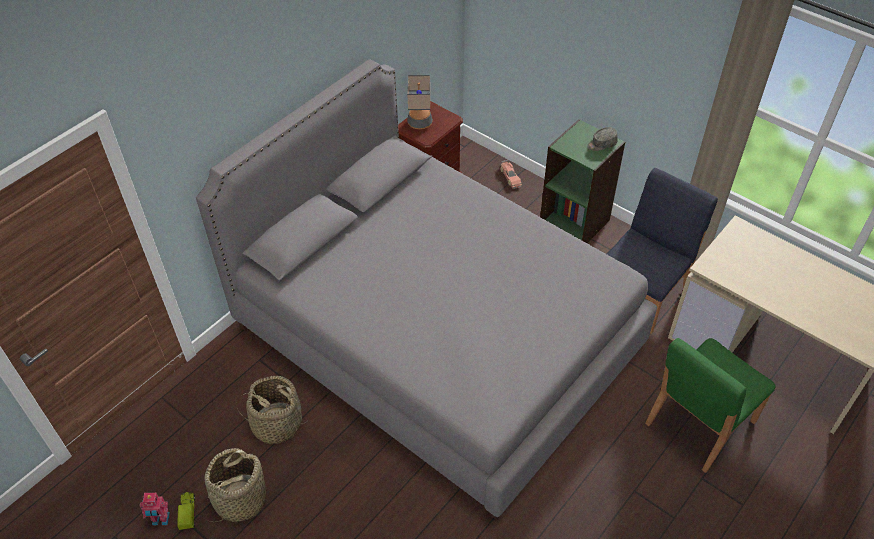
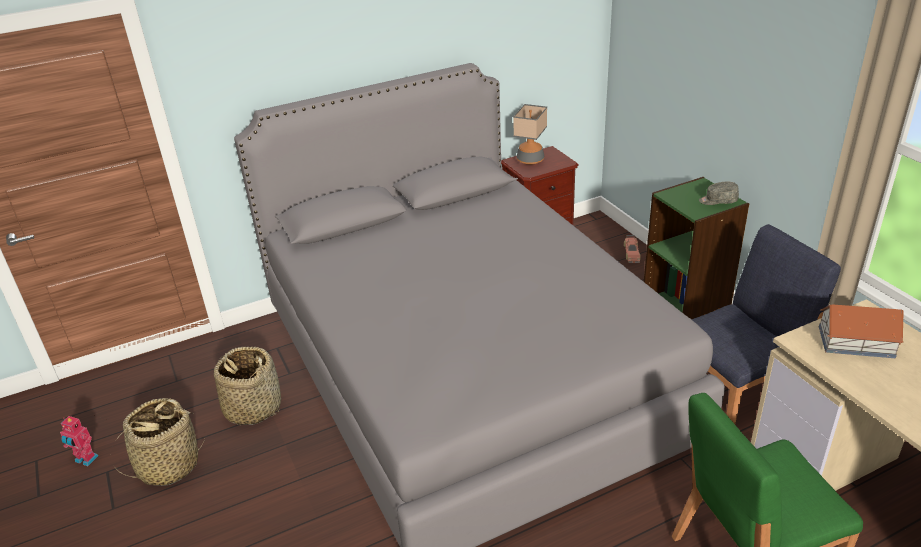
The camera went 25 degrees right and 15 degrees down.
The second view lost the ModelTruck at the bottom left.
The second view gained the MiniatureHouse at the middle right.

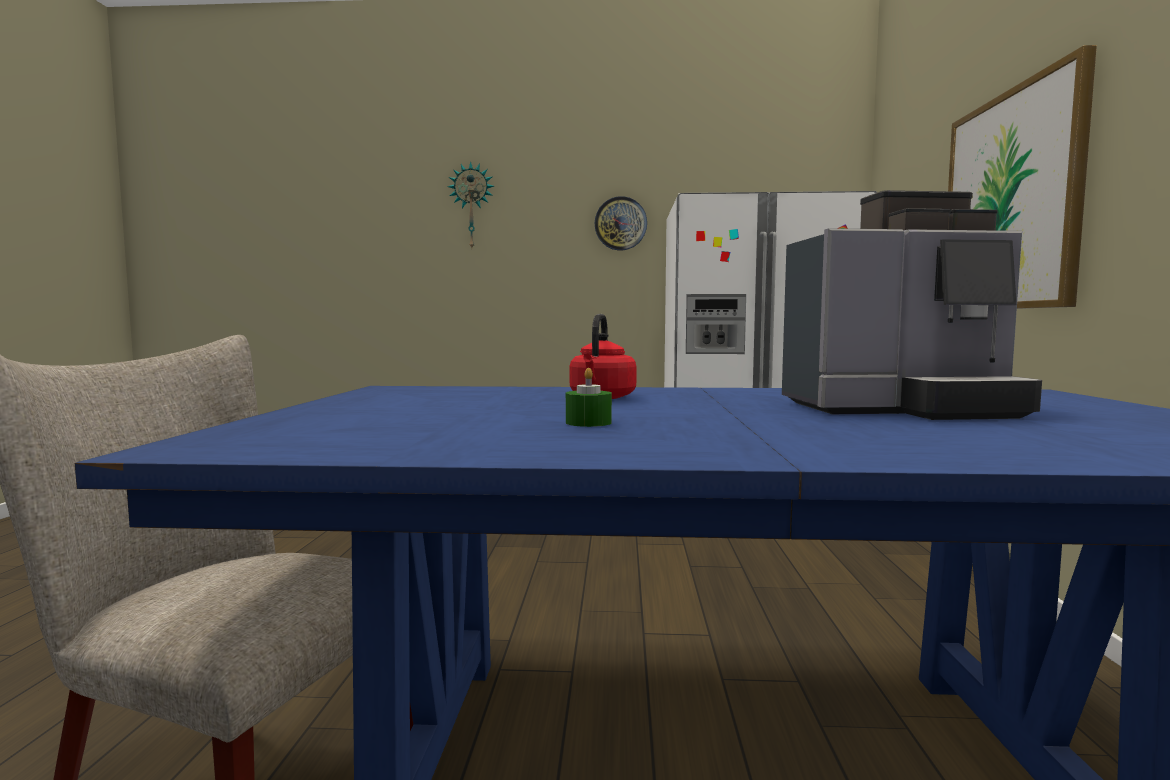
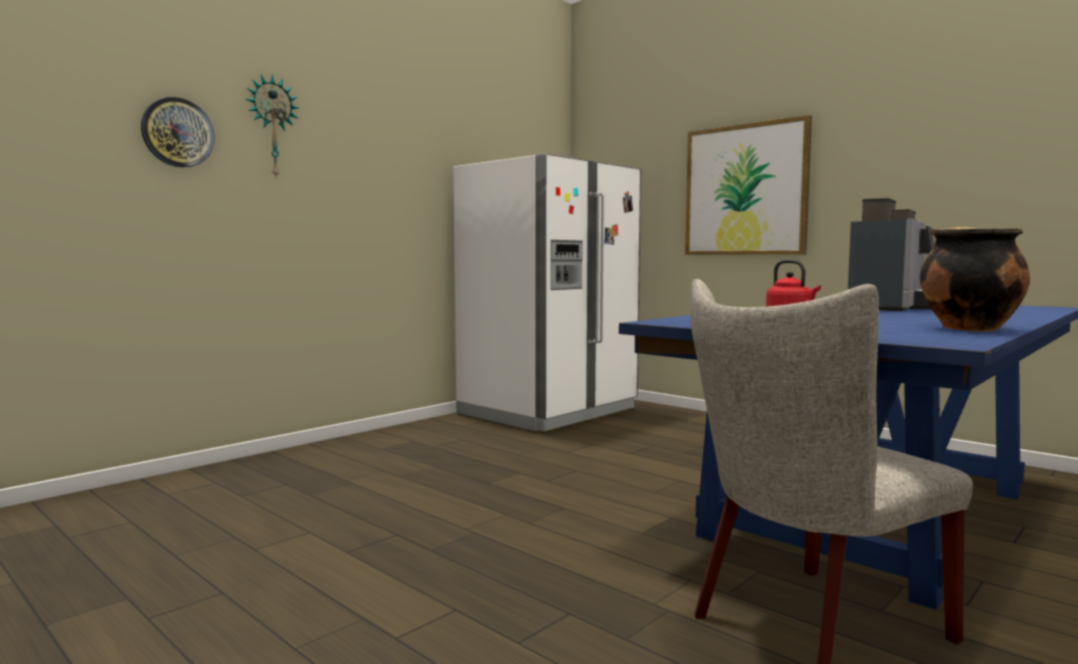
The camera went 50 degrees left and 0 degrees up.
The second view lost the GreenColouredWaxLight at the centre.
The second view gained the Stockpot at the middle right.
The ClockOnTheWall (no. 2 from left in the first image) ended up elsewhere, having gone from the top centre to the top left.

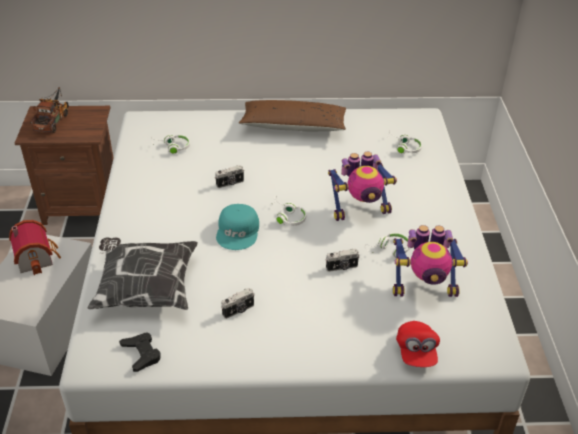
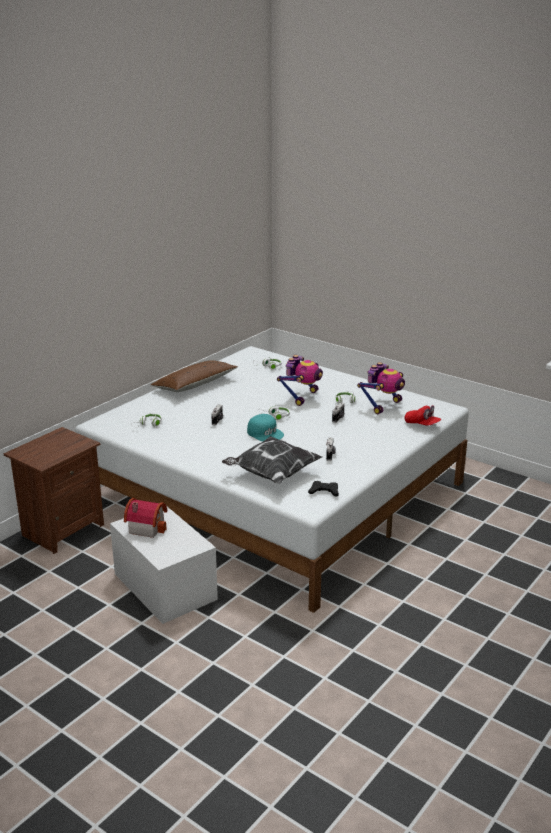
The camera went 50 degrees left and 15 degrees down.
The second view lost the ModelTruck at the top left.

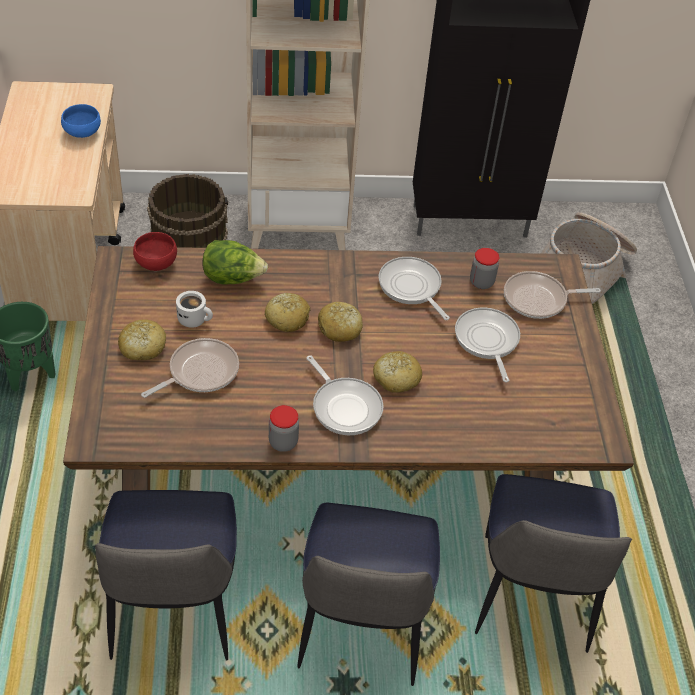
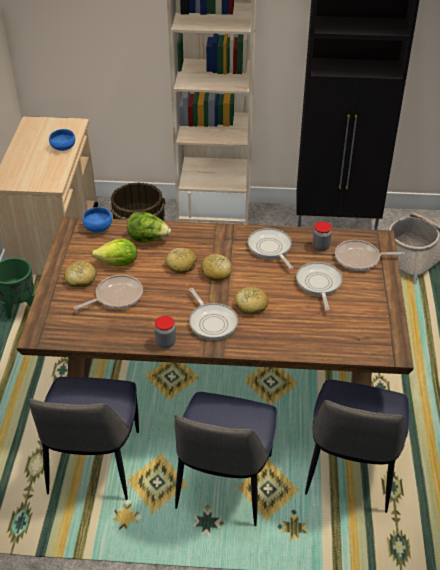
The camera went 10 degrees right and 5 degrees down.
Where the WhiteTeaMug stood at the middle left, the HeadOfLettuce (no. 1 from left) came to stand at the middle left.
What was the RedColouredServingBowl at the middle left turned into the BlueColouredServingBowl (no. 2 from left) at the middle left.

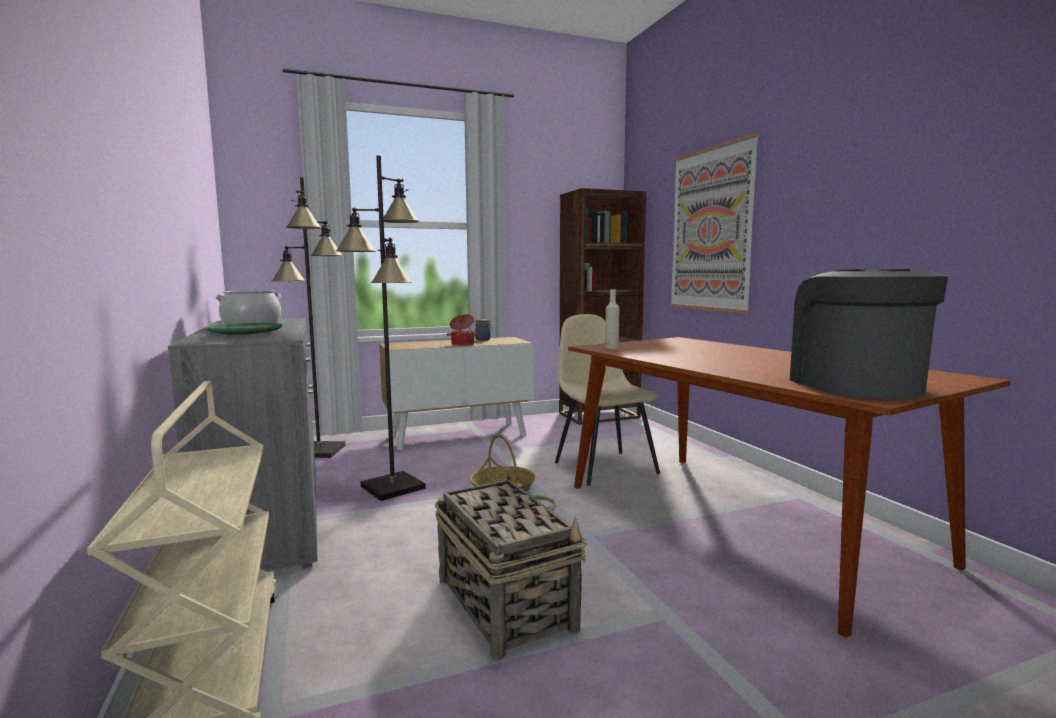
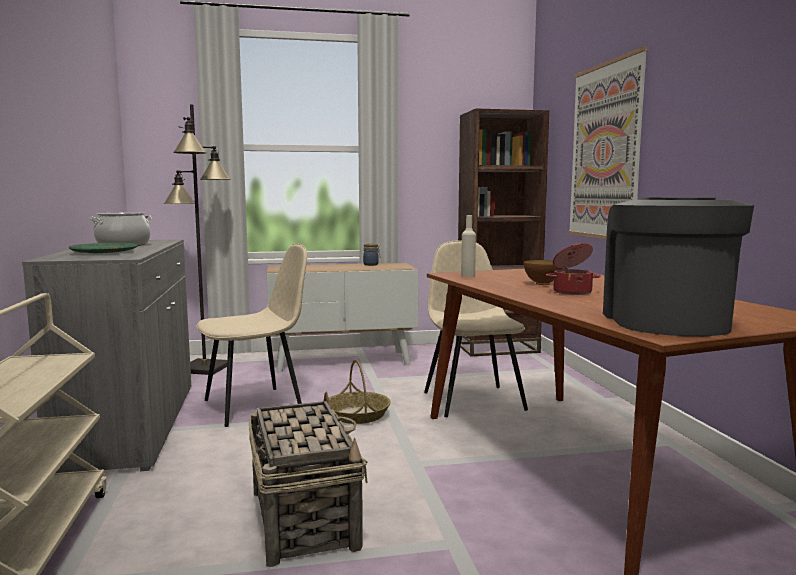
The camera went 10 degrees right and 0 degrees up.
The second view gained the ServingBowl at the middle right.
The Stockpot (no. 2 from left) ended up elsewhere, having gone from the centre to the middle right.
Where the BlackColouredFloorLamp (no. 2 from left) stood at the centre, the SandColouredChair (no. 1 from left) came to stand at the middle left.

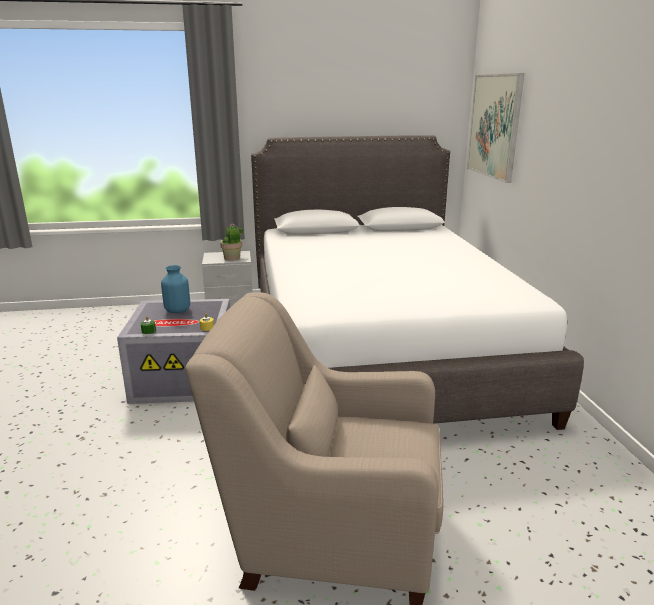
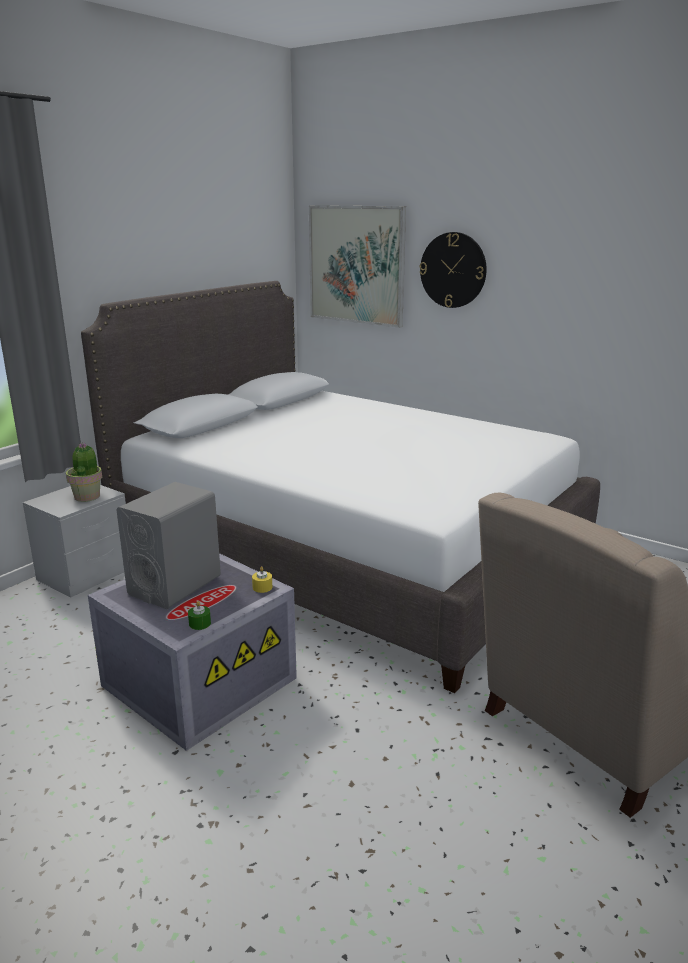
The camera went 45 degrees left and 0 degrees up.
The second view gained the ClockOnTheWall at the top centre.
Where the BlueColouredVase stood at the middle left, the GreySpeaker came to stand at the middle left.

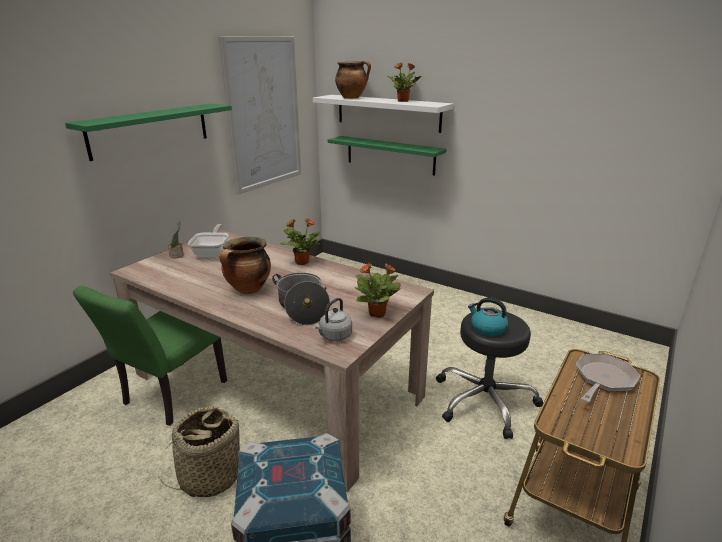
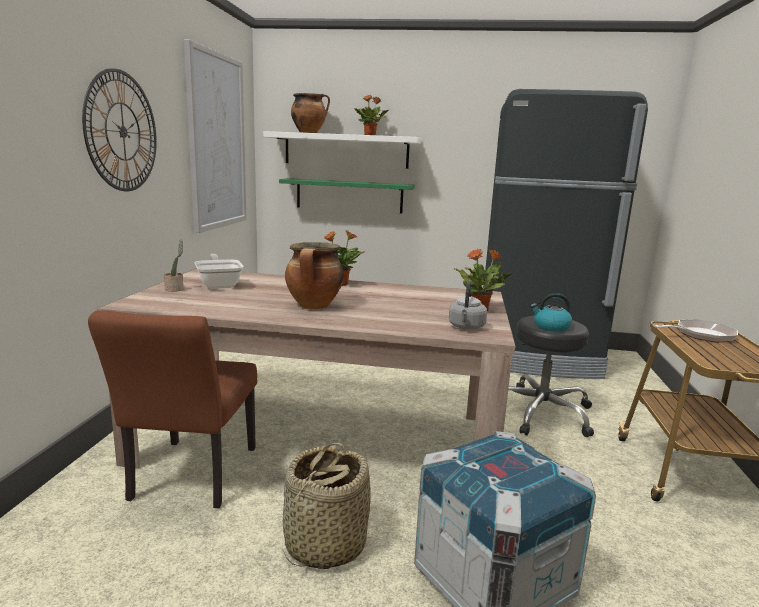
The camera went 25 degrees left and 10 degrees down.
The second view lost the Stockpot (no. 2 from left) at the centre.
The second view gained the BlackColouredKitchenFridge at the middle right.
Where the GreenColouredBracketShelf (no. 1 from left) hung at the top left, the ClockOnTheWall came to hang at the top left.
What was the GreenColouredChair at the middle left turned into the BrownChair at the bottom left.
The Skillet (no. 2 from left) at the bottom right ended up facing another way, 60 degrees clockwise from before.

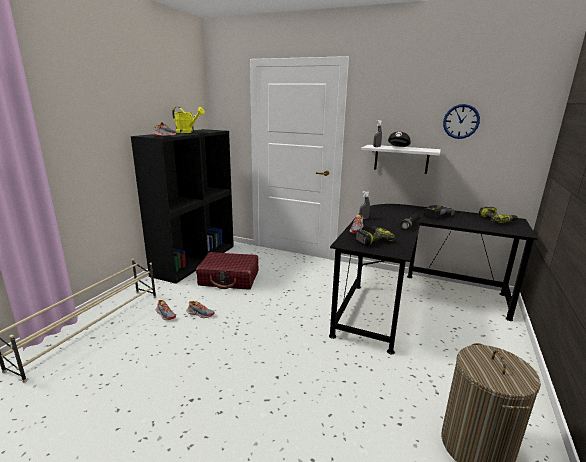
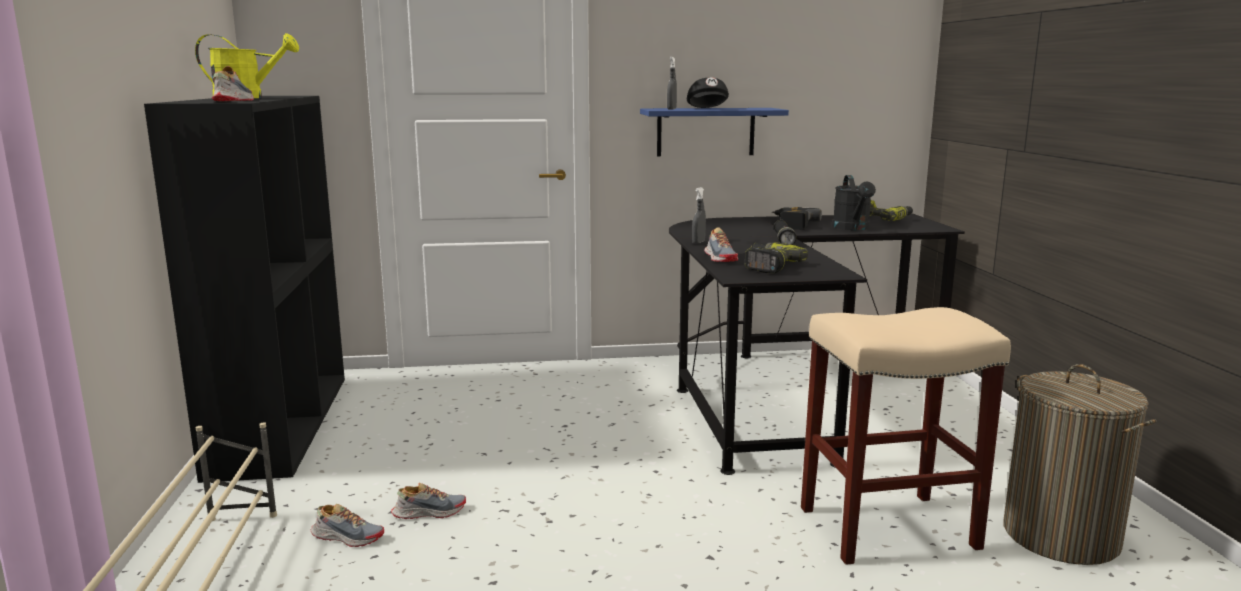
The camera went 30 degrees left and 5 degrees down.
The second view lost the RedColouredTravelCase at the centre.
The second view lost the ClockOnTheWall at the top right.
The second view gained the SandColouredStool at the bottom right.
The second view gained the BlackColouredWateringCan at the middle right.
What was the WhiteBracketShelf at the middle right turned into the BlueColouredBracketShelf at the top centre.

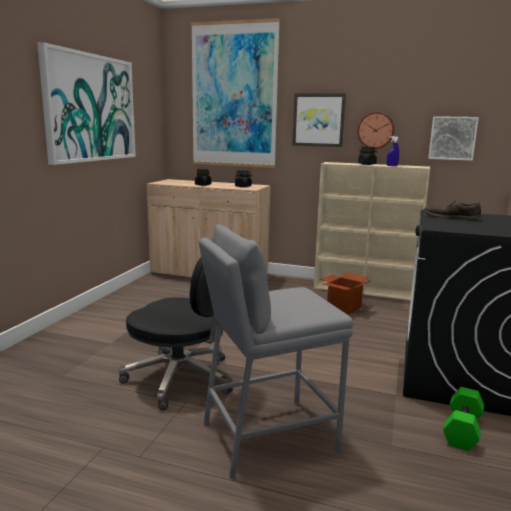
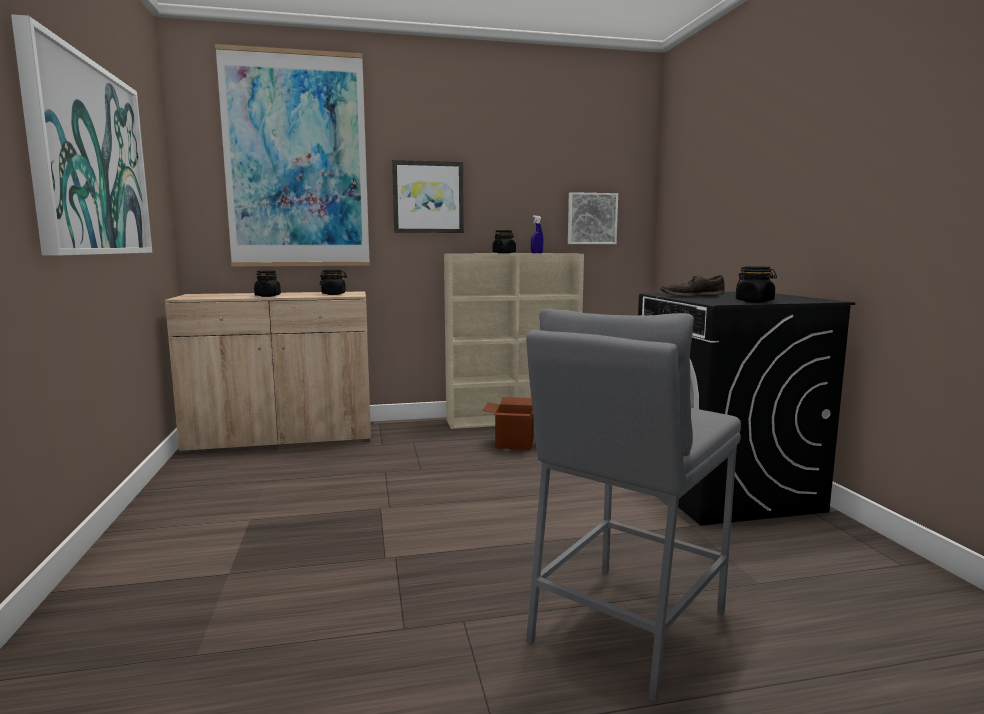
The camera went 30 degrees left and 5 degrees down.
The second view lost the BlackColouredOfficeChair at the centre.
The second view lost the ClockOnTheWall at the top right.
The second view lost the GreenColouredDumbbell at the bottom right.
The second view gained the BlackColouredPreserveJar (no. 4 from left) at the middle right.

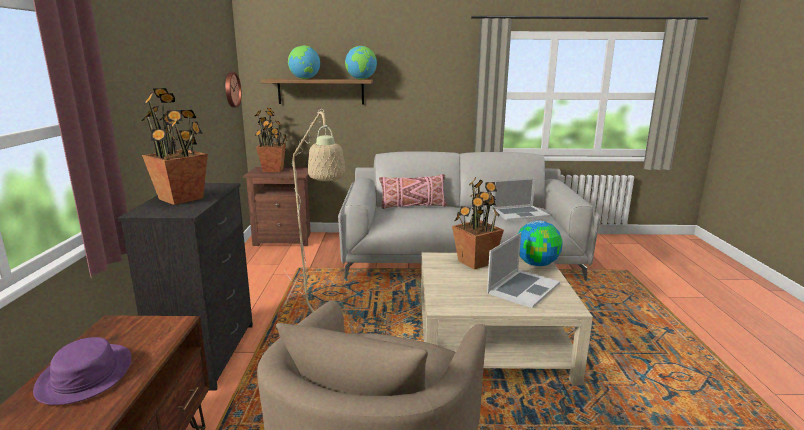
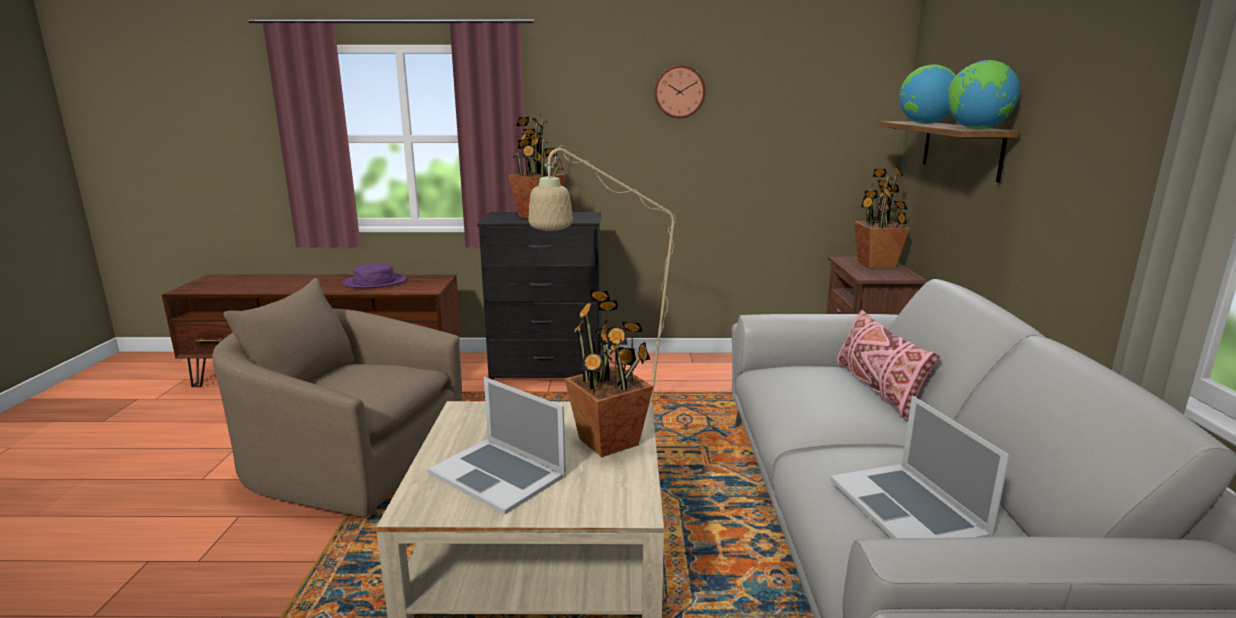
The camera went 90 degrees right and 0 degrees up.
The second view lost the WorldGlobe (no. 3 from left) at the middle right.
The ClockOnTheWall ended up elsewhere, having gone from the top left to the top centre.

